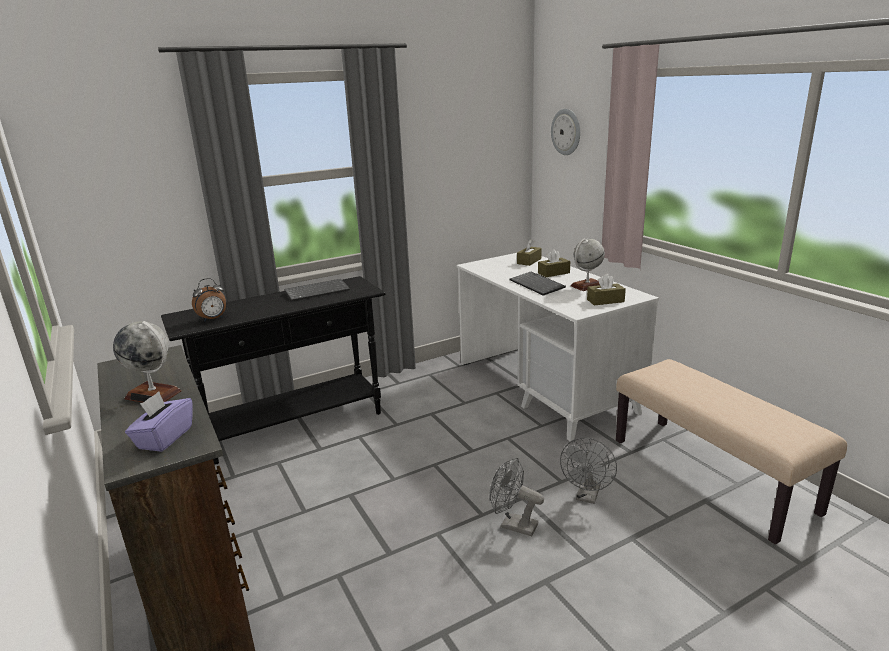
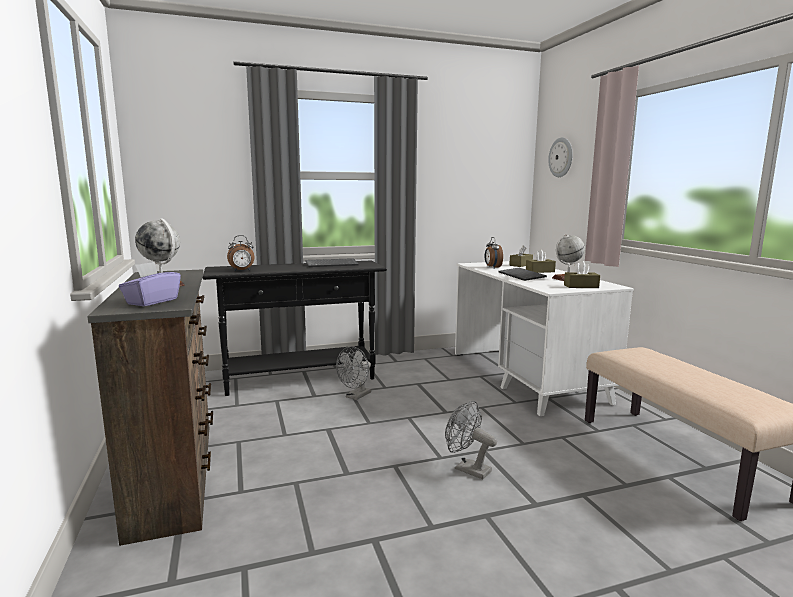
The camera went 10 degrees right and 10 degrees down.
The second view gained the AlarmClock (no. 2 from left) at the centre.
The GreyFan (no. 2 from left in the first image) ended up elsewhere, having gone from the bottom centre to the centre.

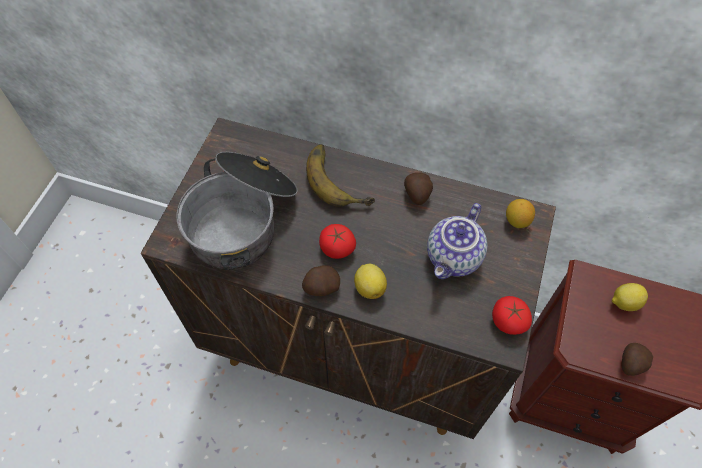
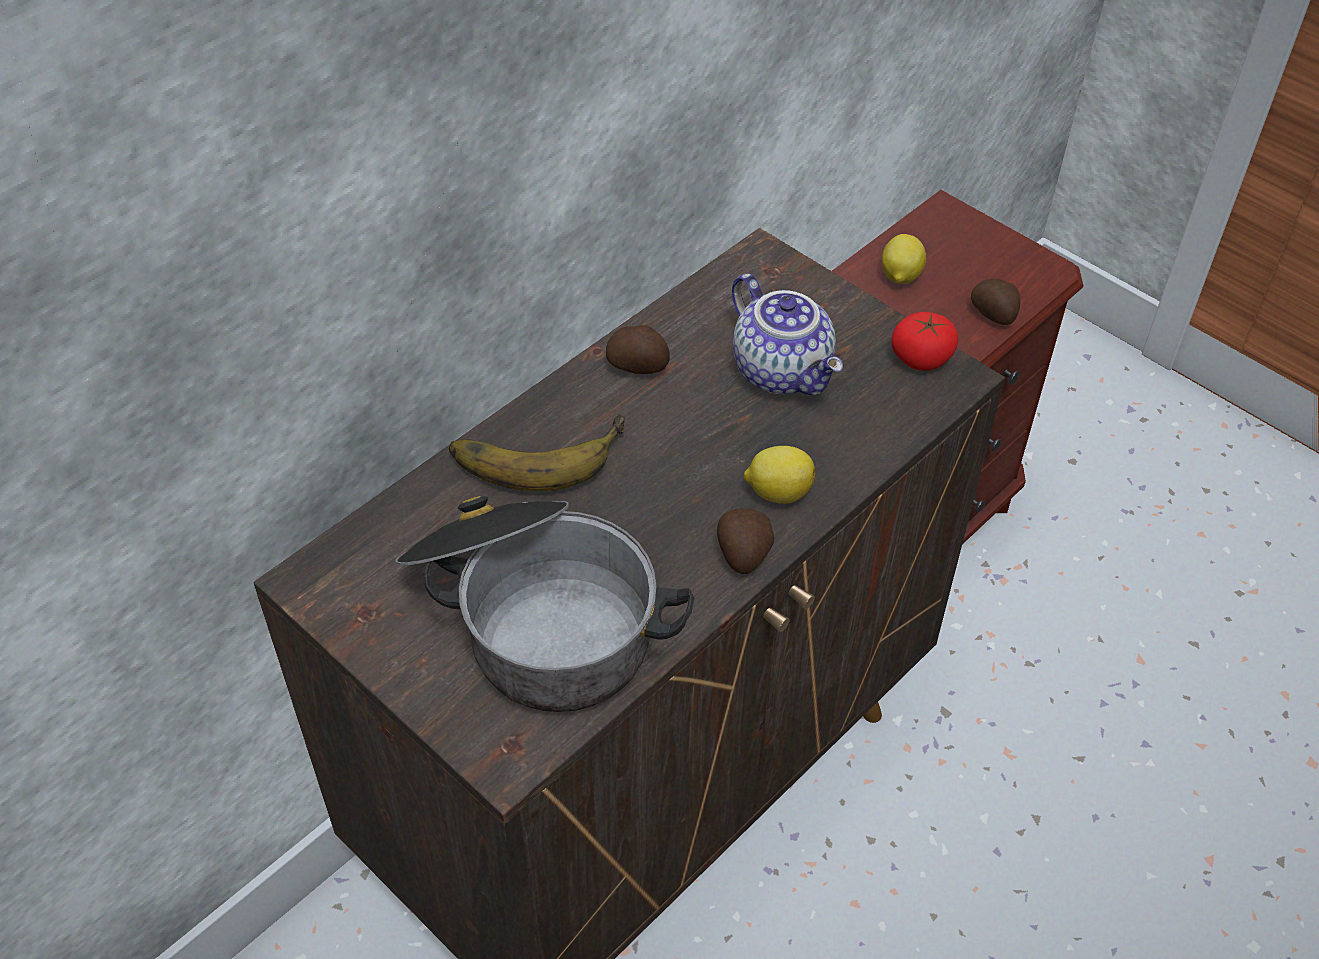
The camera went 65 degrees left and 10 degrees down.
The second view lost the WholeTomato (no. 1 from left) at the centre.
The second view lost the WholeLemon (no. 2 from left) at the middle right.

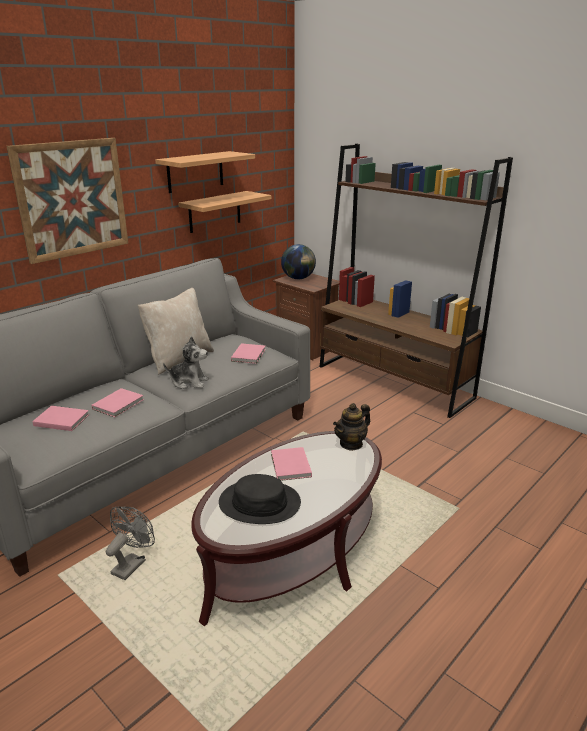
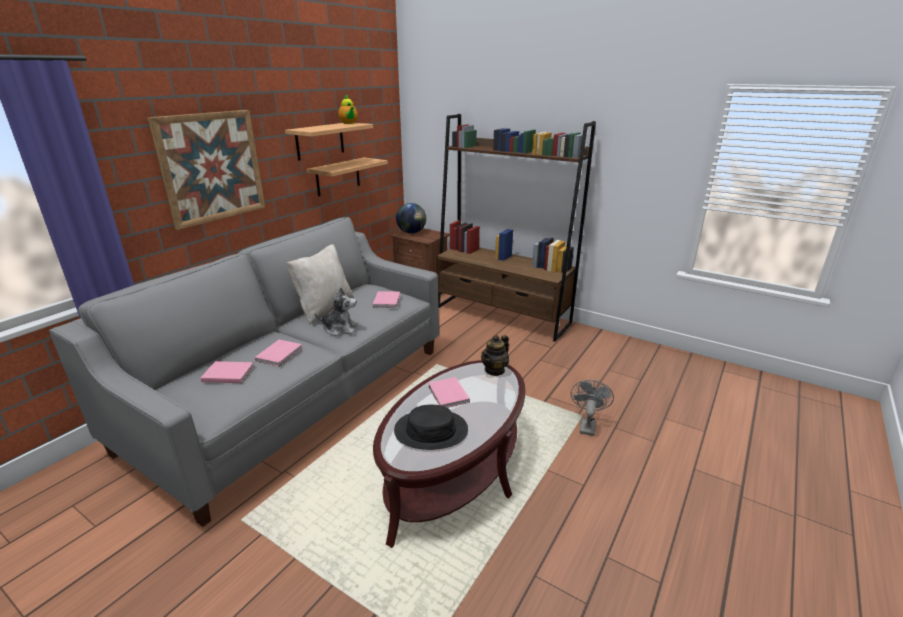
The camera went 10 degrees left and 0 degrees up.
The second view gained the TeaPot (no. 1 from left) at the top centre.
The GreyFan ended up elsewhere, having gone from the bottom left to the centre.

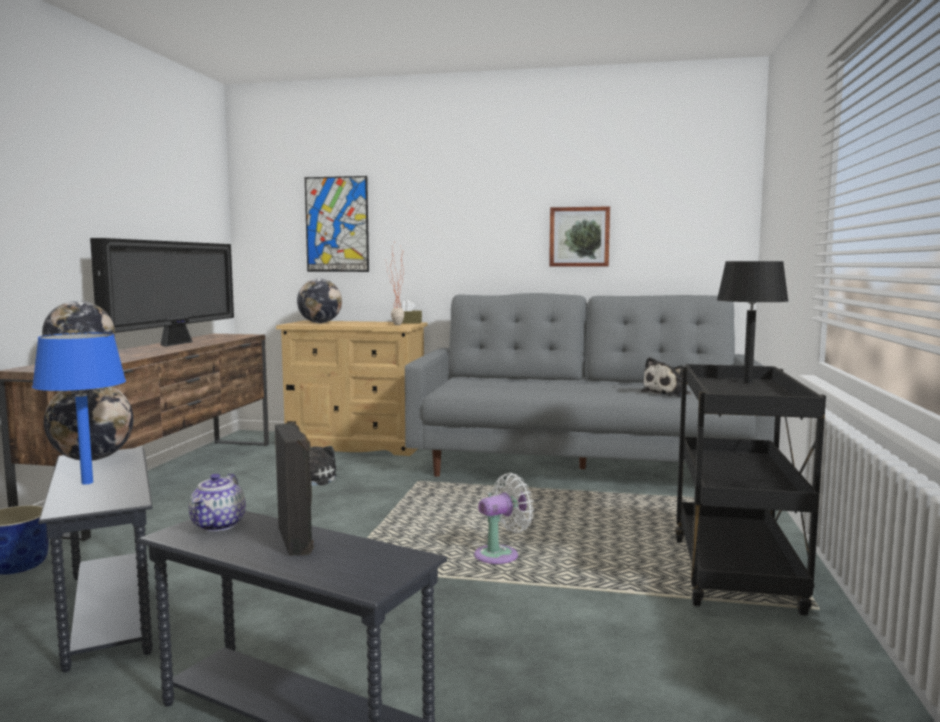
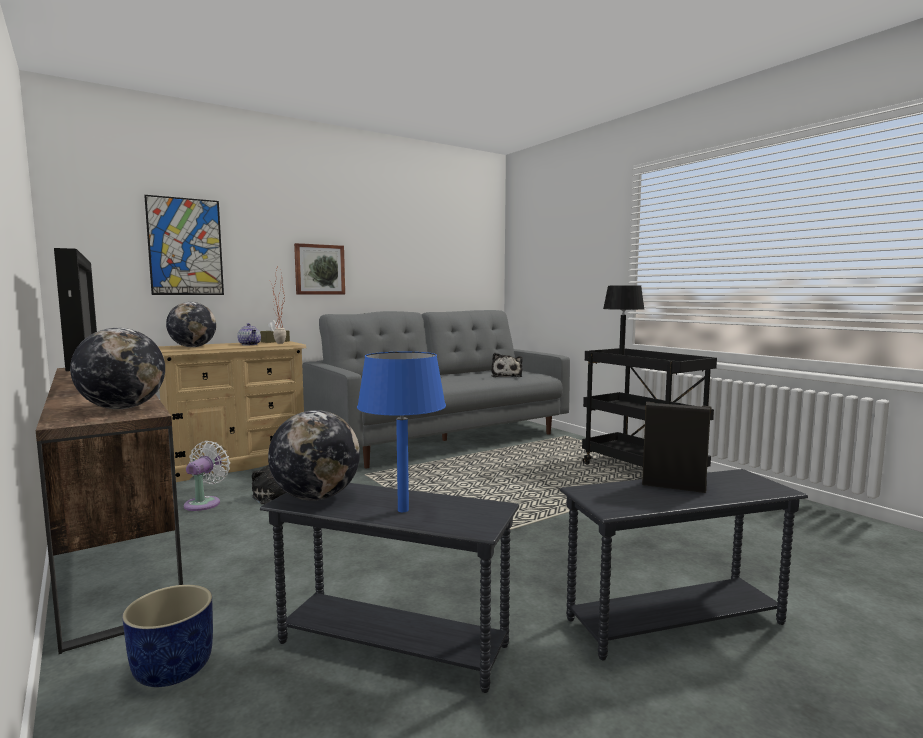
The camera went 45 degrees left and 0 degrees up.
The TeaPot ended up elsewhere, having gone from the bottom left to the middle left.
The WhiteFan ended up elsewhere, having gone from the bottom centre to the middle left.
The WallArt (no. 2 from left) ended up elsewhere, having gone from the top centre to the centre.

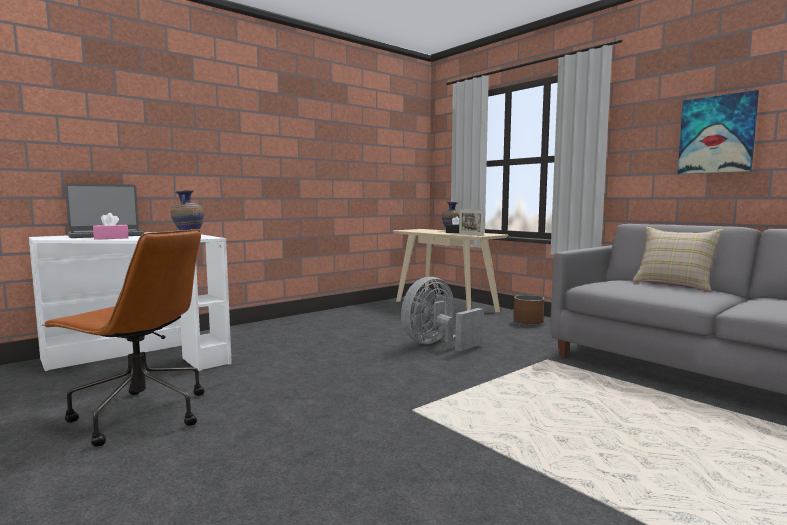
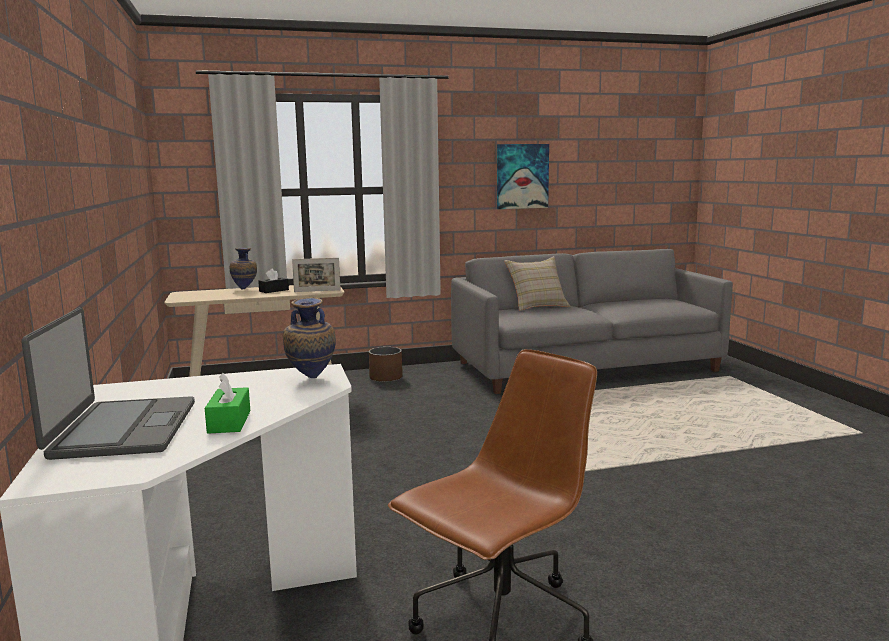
The camera went 65 degrees left and 5 degrees up.
The second view lost the GreyFan at the centre.
What was the PinkTissueBox at the middle left turned into the GreenColouredTissueBox at the middle left.

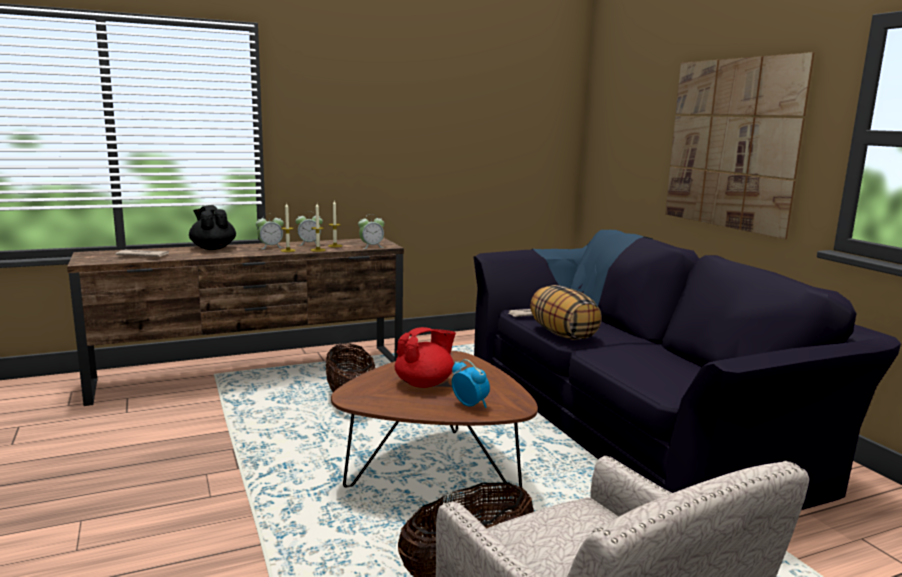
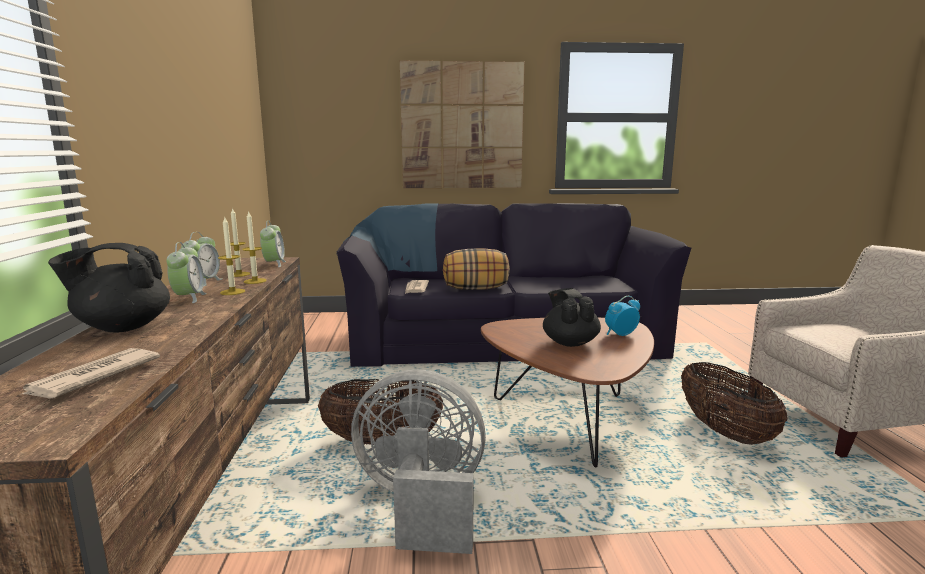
The camera went 70 degrees left and 0 degrees up.
The second view gained the GreyFan at the bottom centre.
What was the RedColouredTeaPot at the centre turned into the BlackColouredTeaPot (no. 2 from left) at the centre.

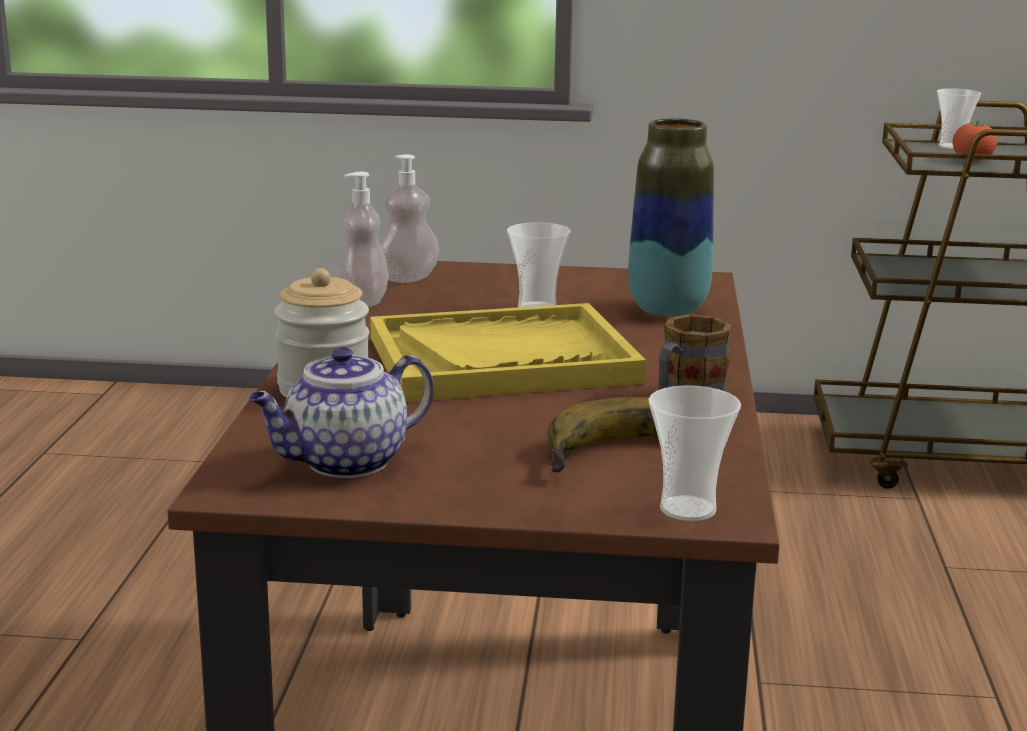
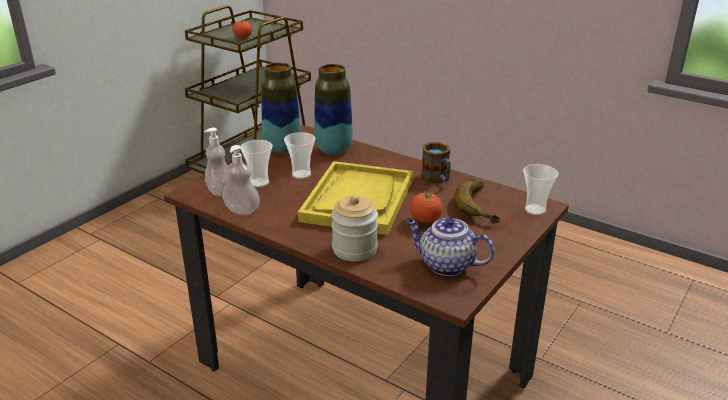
The camera went 60 degrees left and 10 degrees up.
The second view gained the Vase (no. 1 from left) at the top centre.
The second view gained the WholeTomato (no. 2 from left) at the centre.
The SmallCup (no. 3 from left in the first image) ended up elsewhere, having gone from the top right to the centre.
The TeaPot at the middle left ended up facing another way, 120 degrees clockwise from before.

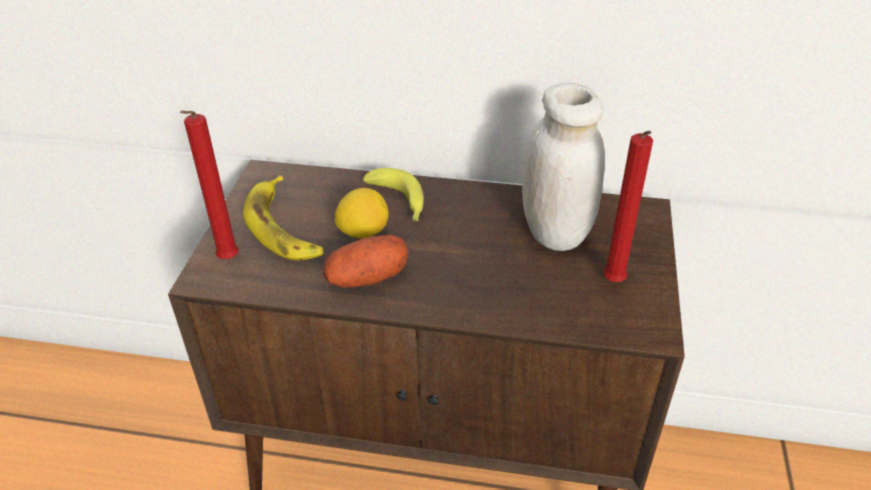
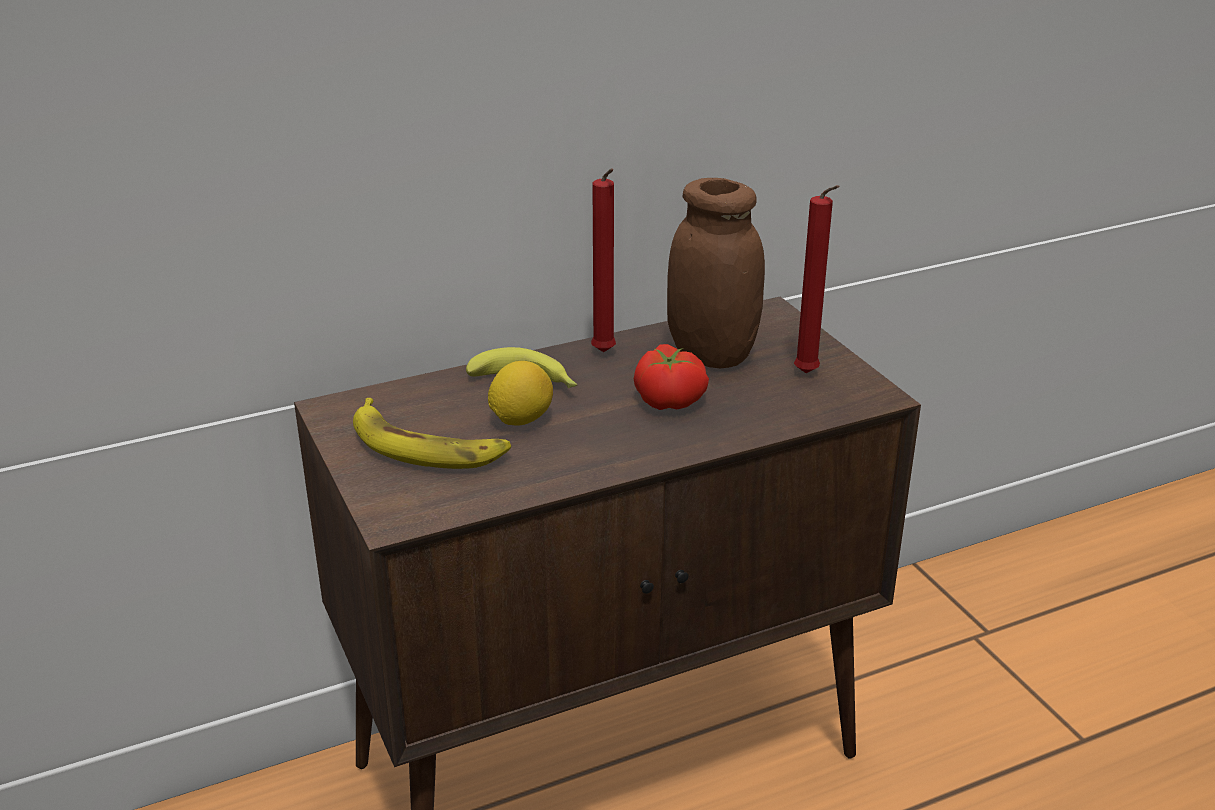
The camera went 35 degrees left and 10 degrees down.
The second view lost the WholePotato at the centre.
The second view gained the WholeTomato at the centre.
The RedColouredWaxLight (no. 1 from left) ended up elsewhere, having gone from the middle left to the top centre.
What was the WhitePreserveJar at the centre turned into the BrownPreserveJar at the centre.

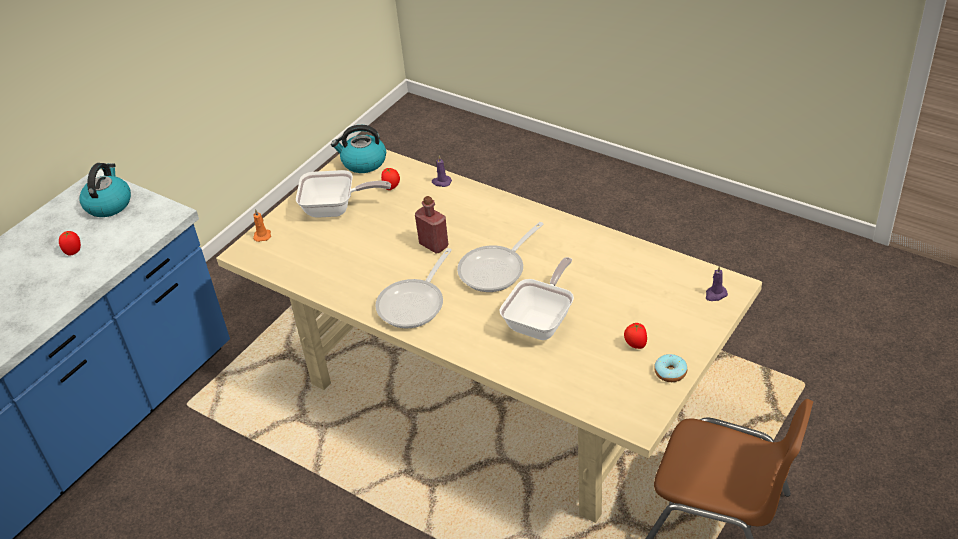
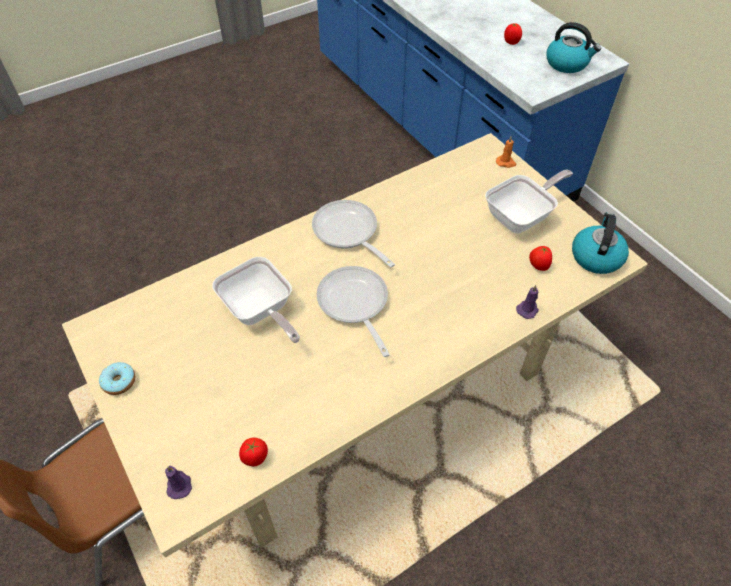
The camera went 110 degrees right and 10 degrees up.
The second view lost the RedColouredDrinkBottle at the centre.
The WholeTomato (no. 3 from left in the first image) ended up elsewhere, having gone from the centre to the bottom centre.
The Skillet (no. 1 from left in the first image) at the centre ended up facing another way, 150 degrees counterclockwise from before.

